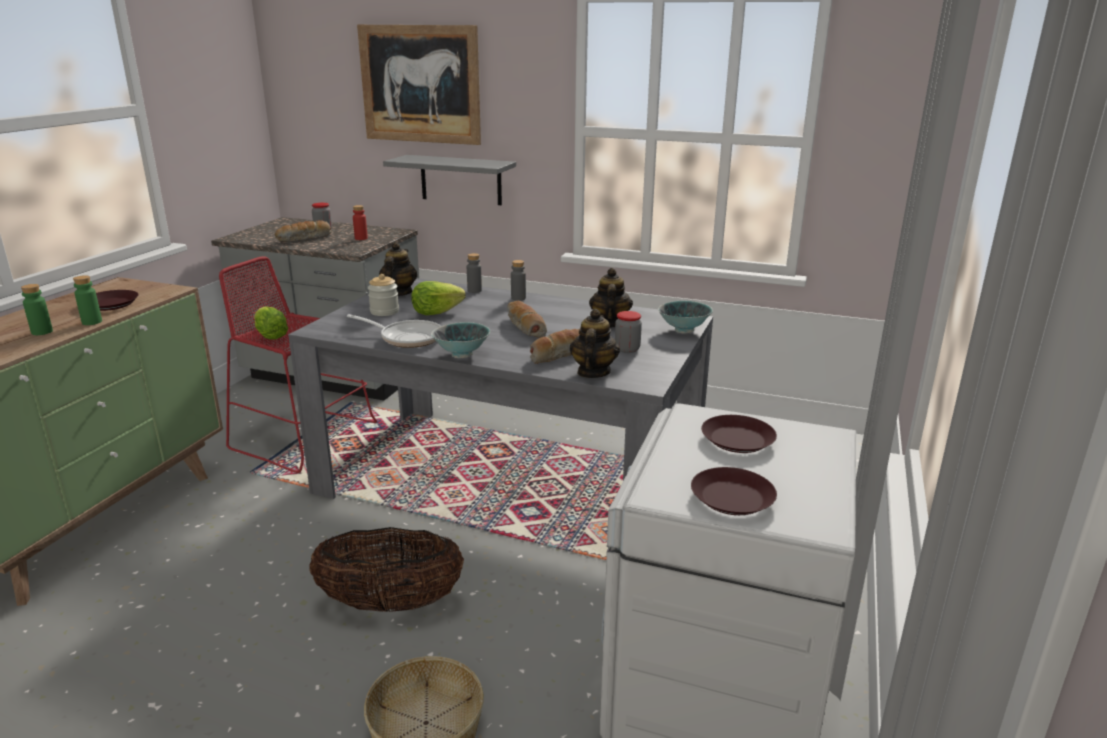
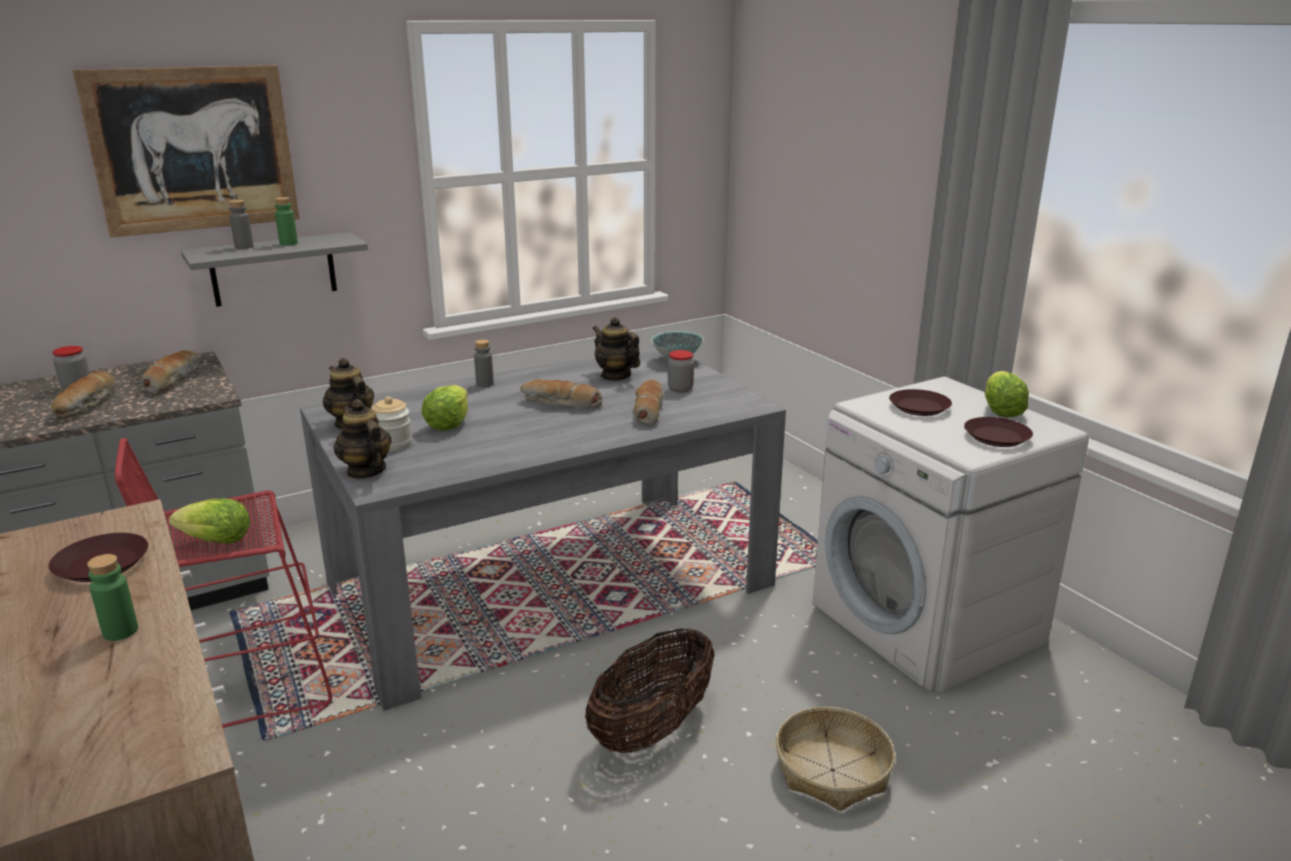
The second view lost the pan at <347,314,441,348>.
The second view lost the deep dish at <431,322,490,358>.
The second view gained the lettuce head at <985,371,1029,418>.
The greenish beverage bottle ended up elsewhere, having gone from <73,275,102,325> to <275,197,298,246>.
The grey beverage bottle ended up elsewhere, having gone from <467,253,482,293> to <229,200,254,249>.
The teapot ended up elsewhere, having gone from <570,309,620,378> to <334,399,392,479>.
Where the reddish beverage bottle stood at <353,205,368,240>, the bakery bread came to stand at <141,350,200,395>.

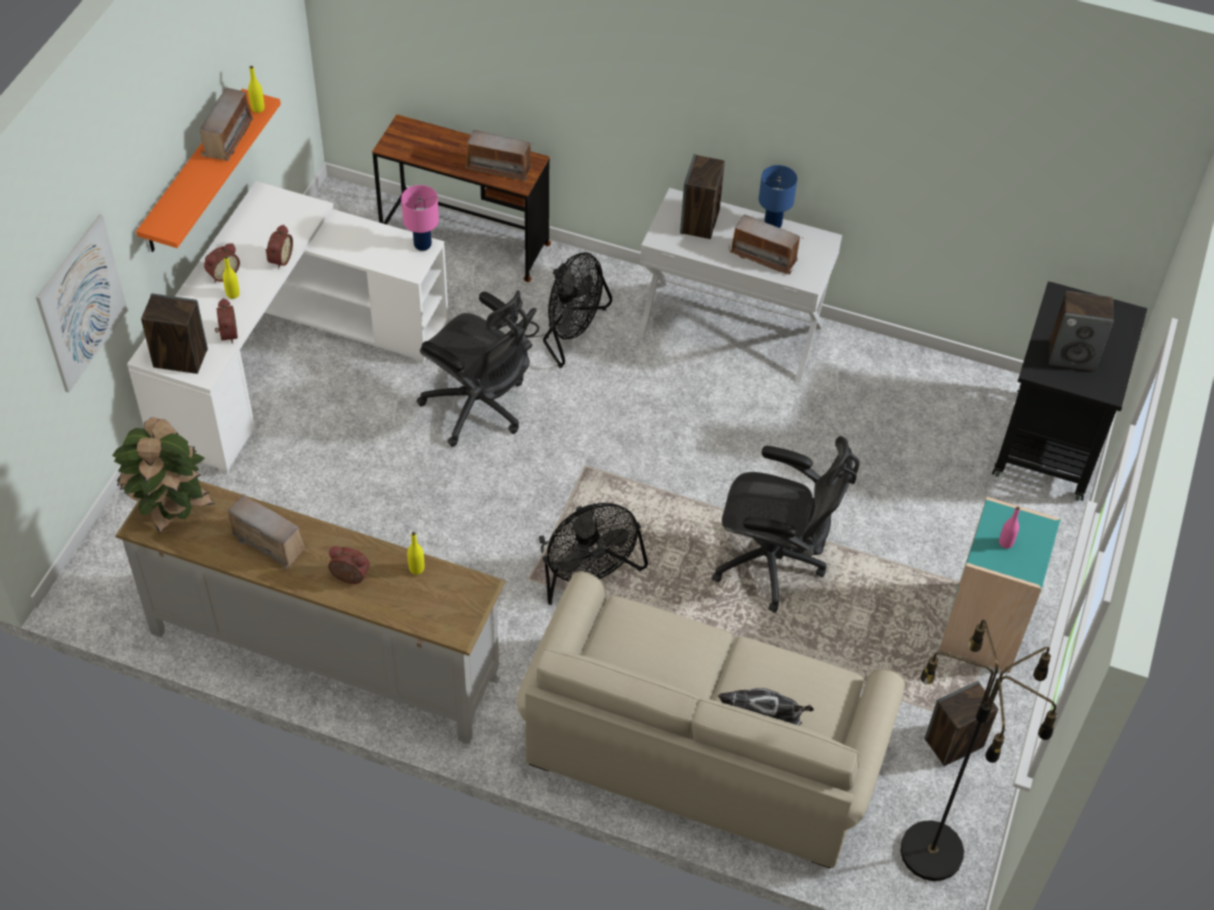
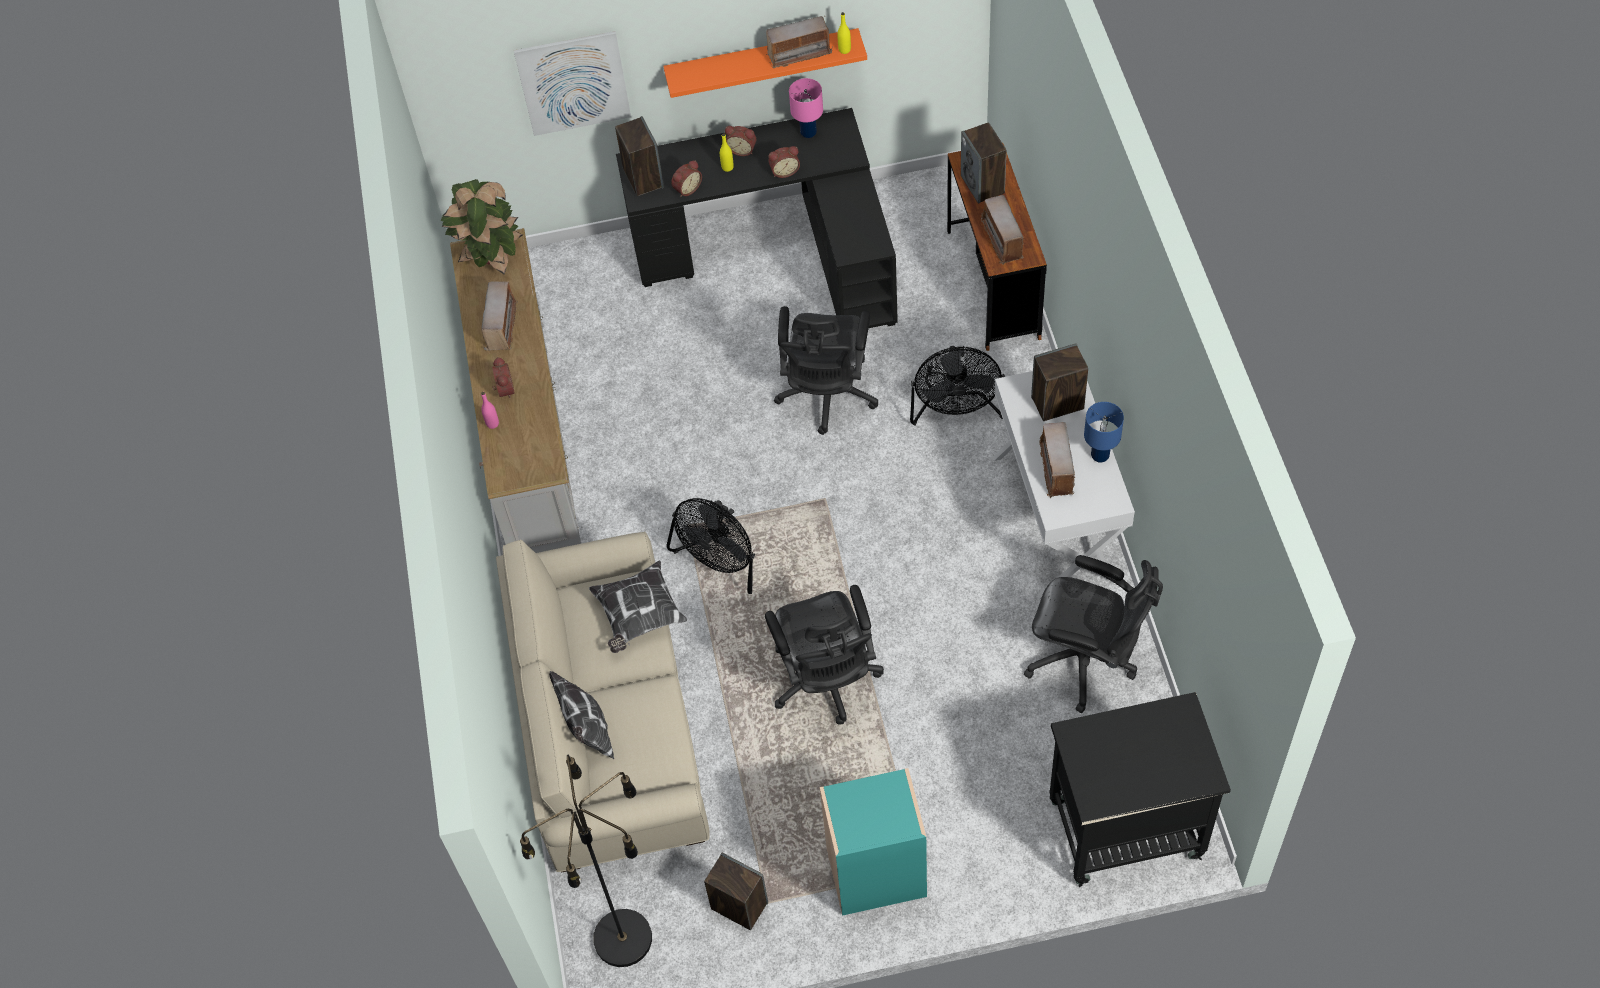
The second view lost the yellow-coloured beverage bottle at <407,532,424,575>.
The second view gained the throw pillow at <589,560,687,653>.
The second view gained the desk chair at <1024,555,1163,713>.
The pinkish tabletop lamp ended up elsewhere, having gone from <401,185,439,251> to <789,78,823,138>.
The pinkish beverage bottle ended up elsewhere, having gone from <999,507,1020,549> to <481,392,499,429>.
The loudspeaker ended up elsewhere, having gone from <1049,291,1114,371> to <961,122,1007,204>.
What was the whitish desk table at <127,181,449,473> turned into the blackish desk table at <616,108,898,328>.

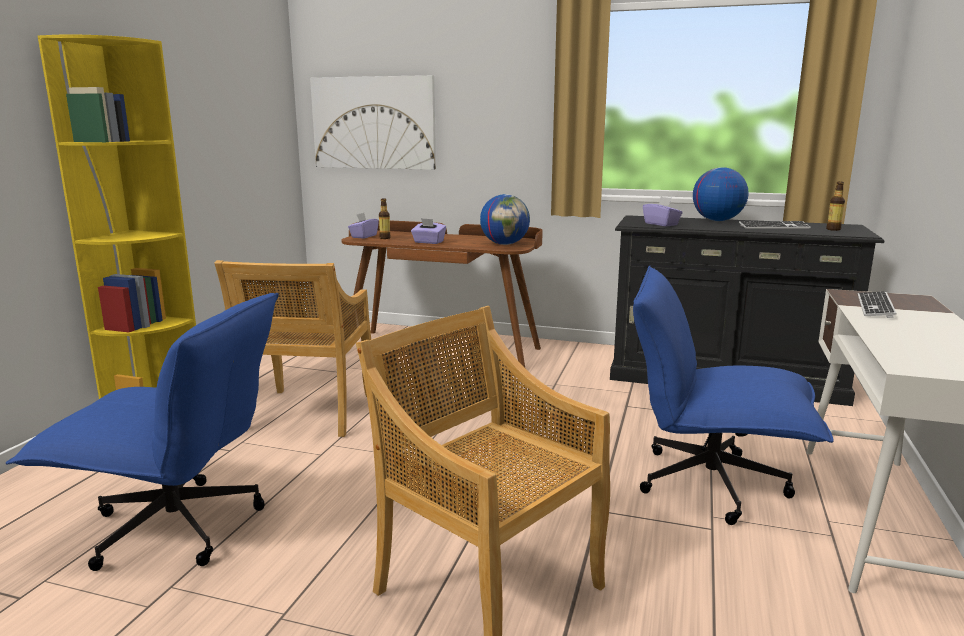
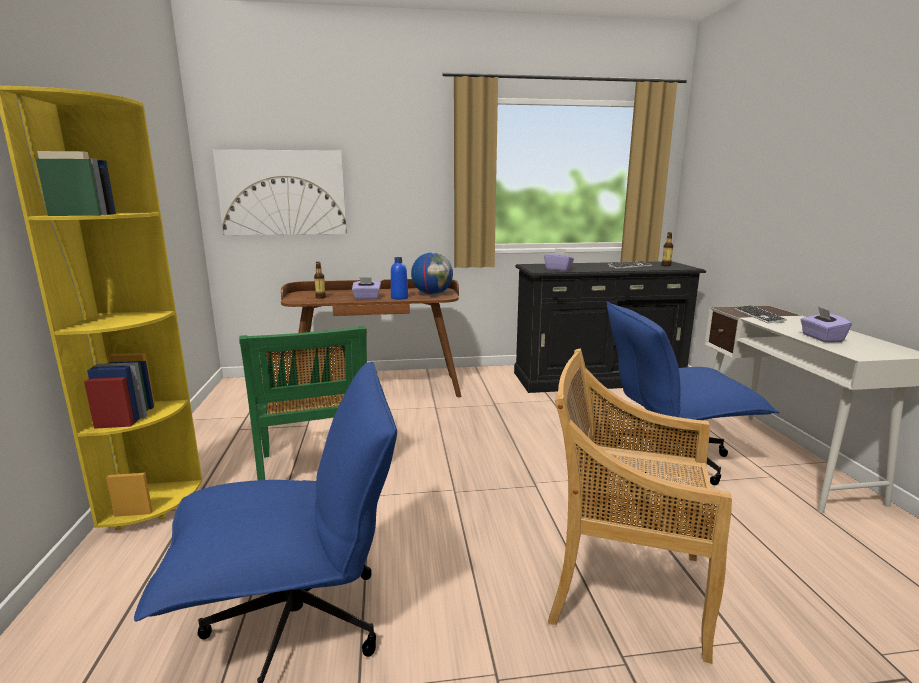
The second view lost the world globe at <693,167,749,221>.
The second view gained the blue beverage bottle at <391,257,408,300>.
The purple-coloured tissue box ended up elsewhere, having gone from <348,213,379,239> to <801,307,852,342>.
What was the beige plain chair at <214,260,371,437> turned into the greenish plain chair at <239,326,367,480>.

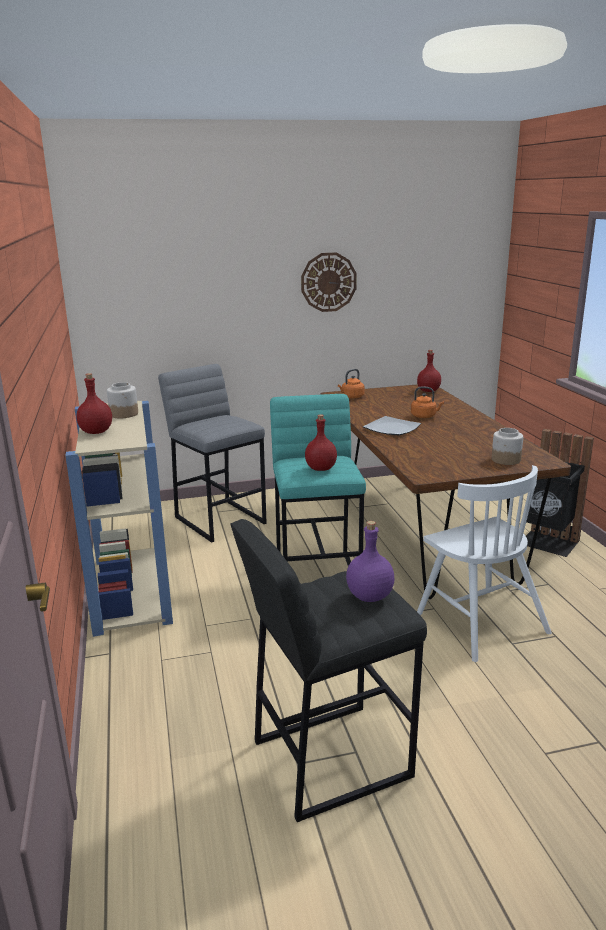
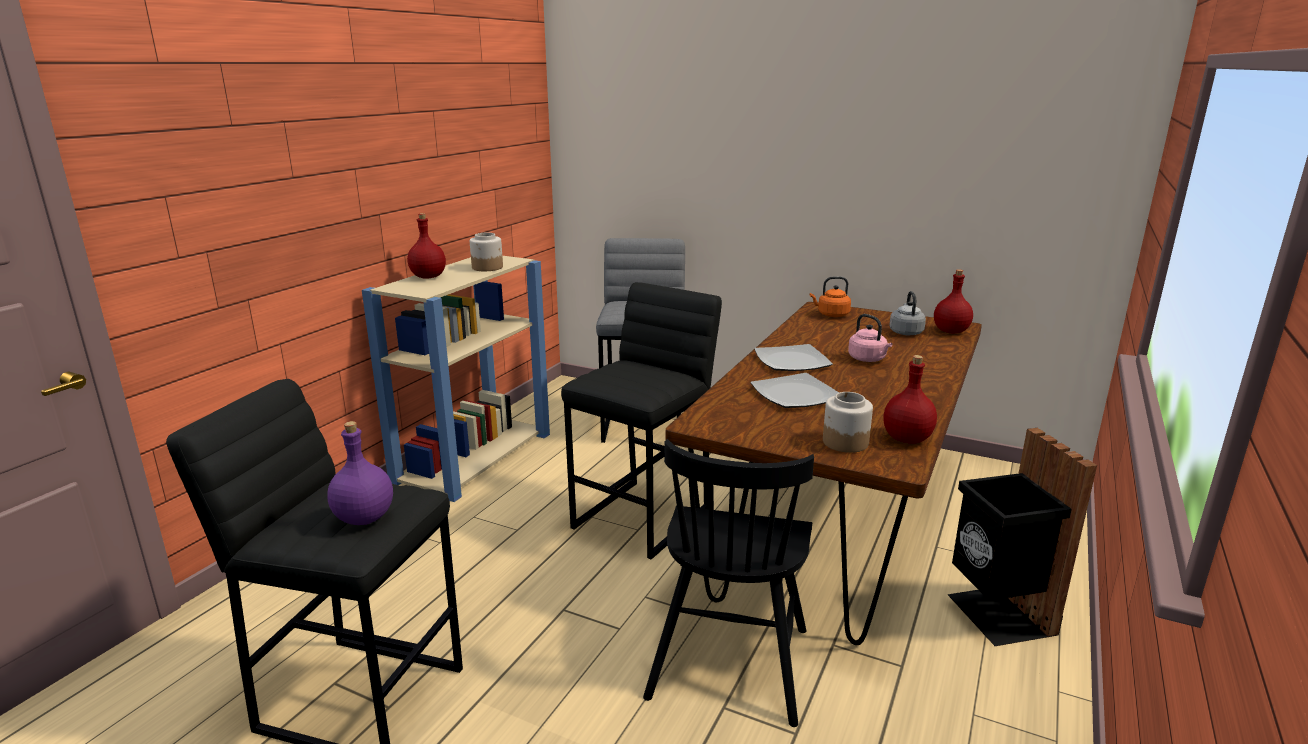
The second view lost the clock on the wall at <301,252,357,312>.
The second view gained the dinner plate at <750,373,839,408>.
The second view gained the grey water kettle at <889,291,926,335>.
The reddish beverage bottle ended up elsewhere, having gone from <305,414,337,471> to <883,355,937,444>.
What was the turquoise stool seat at <270,394,366,566> turned into the blackish stool seat at <561,282,722,560>.
What was the orange water kettle at <411,387,444,418> turned into the pinkish water kettle at <848,314,892,362>.
What was the whitish plain chair at <417,465,552,662> turned into the blackish plain chair at <643,439,814,727>.

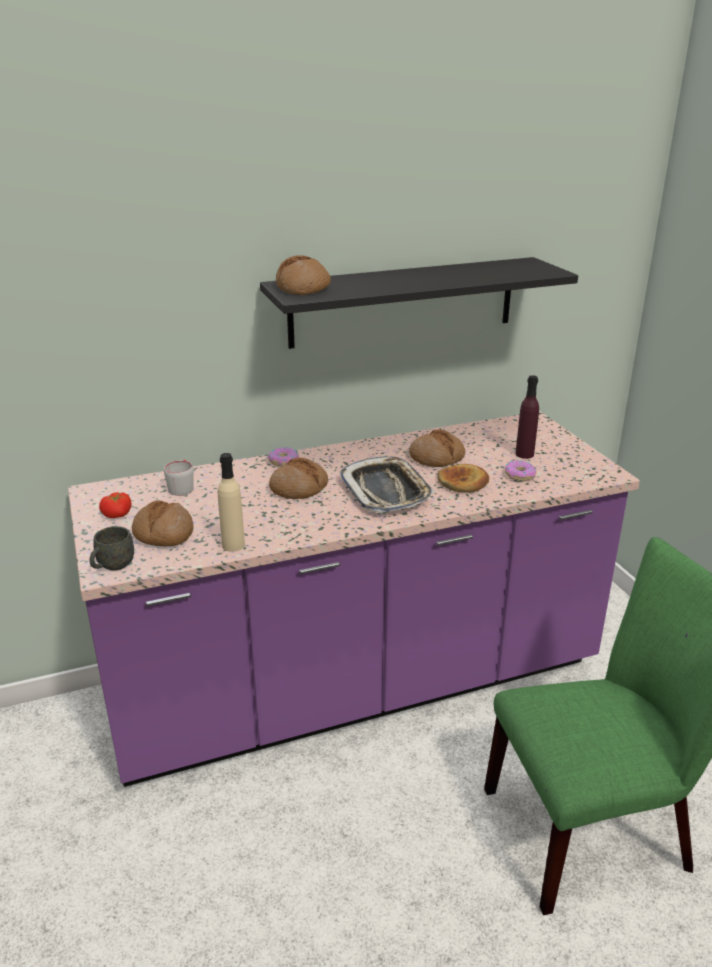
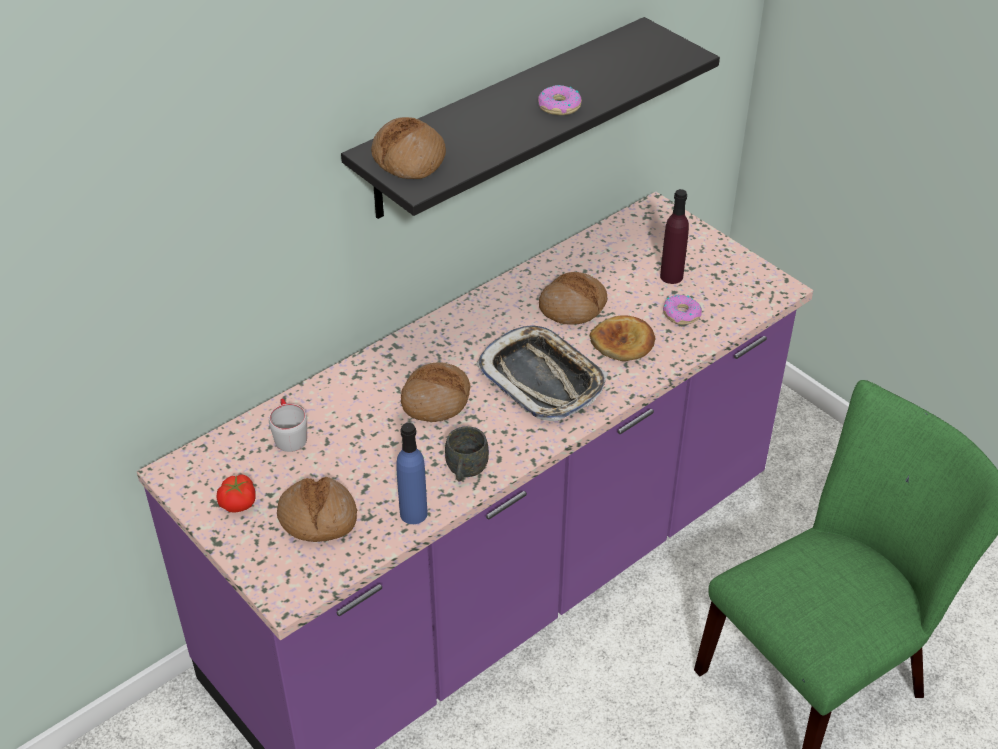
The grey tea mug ended up elsewhere, having gone from <89,526,134,571> to <445,426,489,481>.
The donut ended up elsewhere, having gone from <267,447,299,467> to <538,85,582,115>.
What was the beige beverage bottle at <218,453,245,552> turned into the blue beverage bottle at <396,423,428,524>.

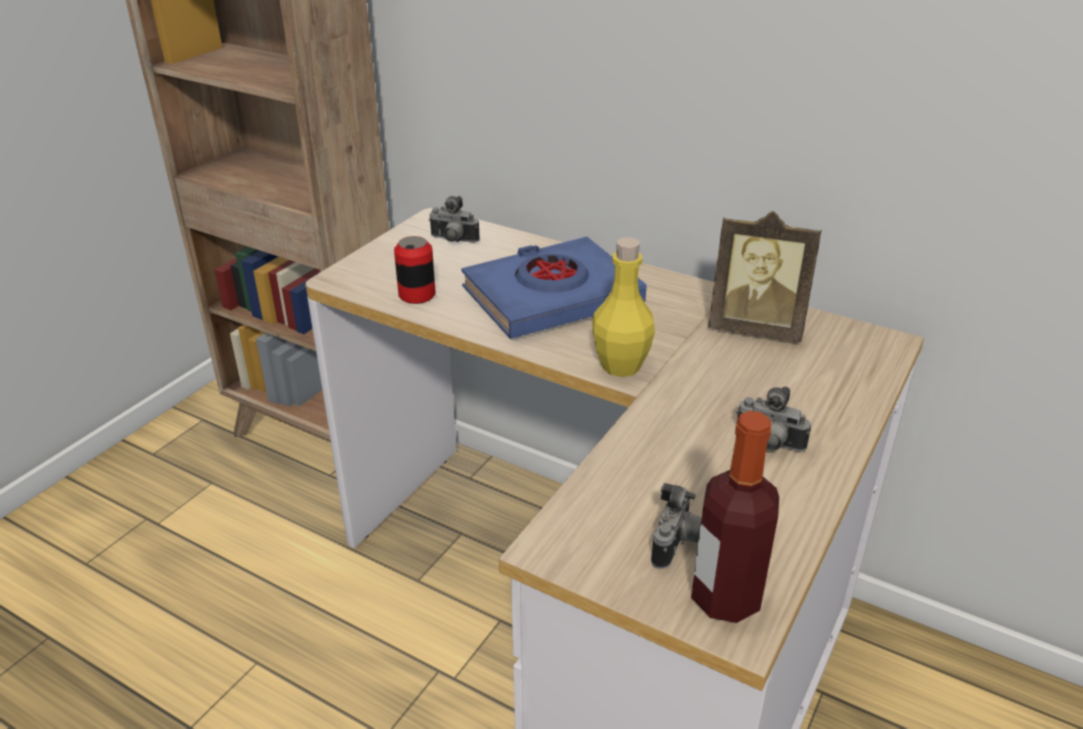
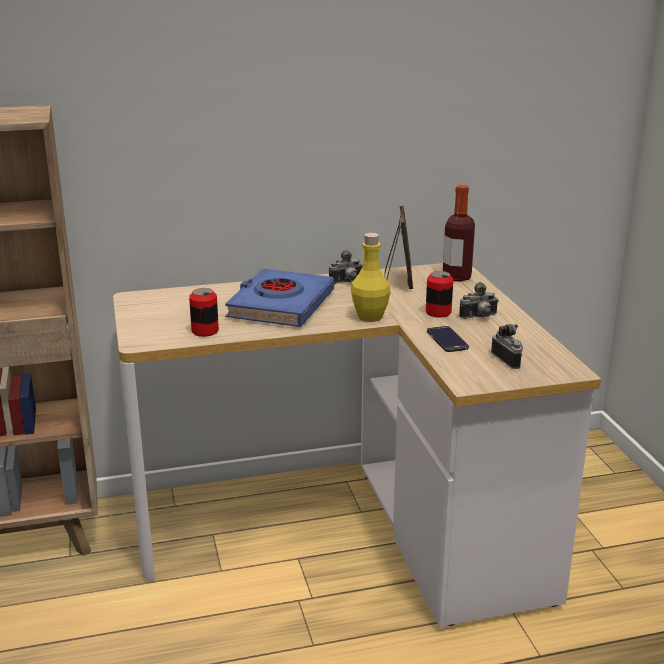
The second view gained the metal can at <426,271,453,317>.
The second view gained the telephone at <427,326,469,352>.
The still camera ended up elsewhere, having gone from <429,196,480,243> to <329,250,363,284>.
The beverage bottle ended up elsewhere, having gone from <691,411,779,623> to <443,185,475,282>.
The photo frame at <708,211,822,342> ended up facing another way, 60 degrees counterclockwise from before.

